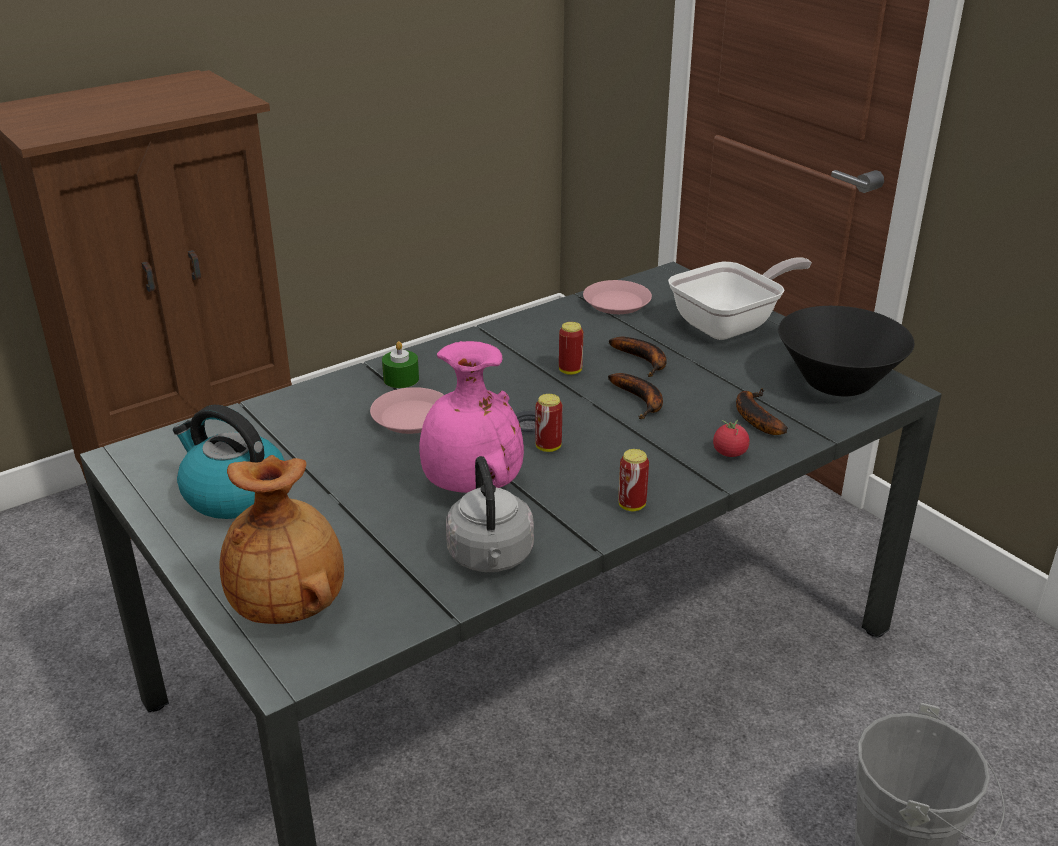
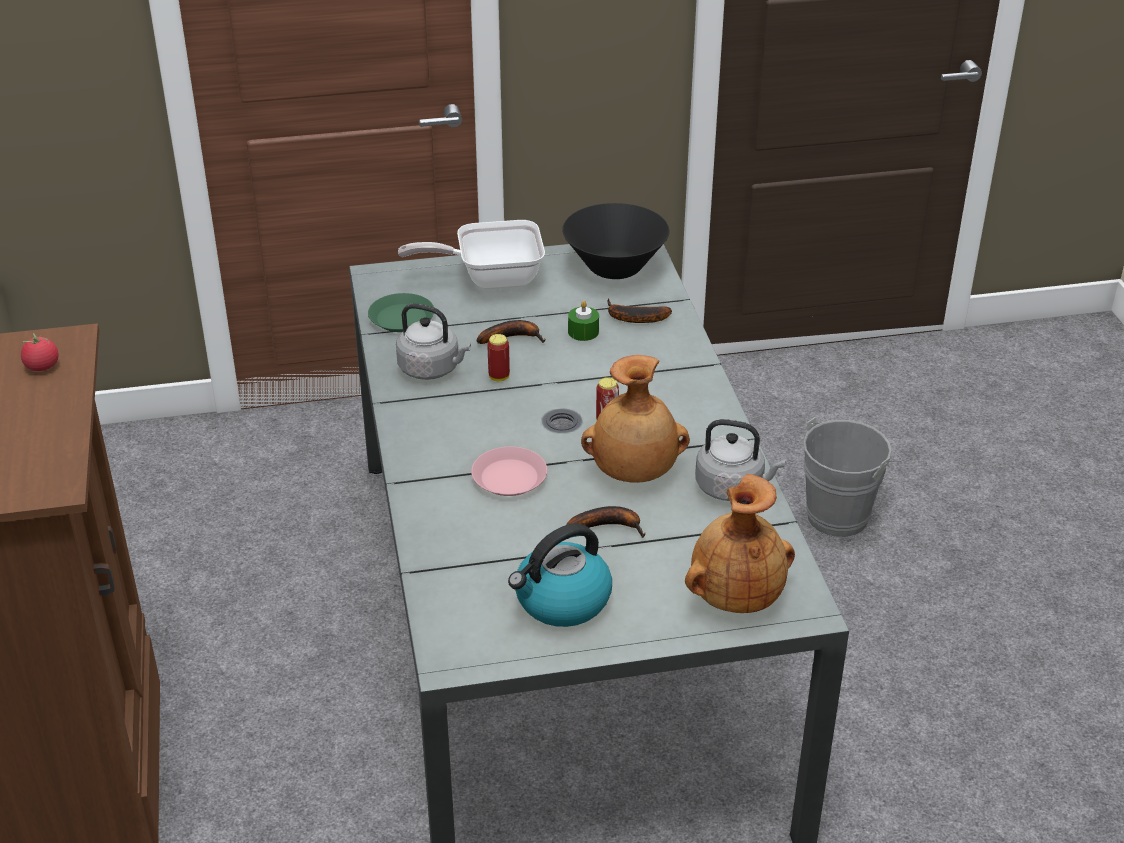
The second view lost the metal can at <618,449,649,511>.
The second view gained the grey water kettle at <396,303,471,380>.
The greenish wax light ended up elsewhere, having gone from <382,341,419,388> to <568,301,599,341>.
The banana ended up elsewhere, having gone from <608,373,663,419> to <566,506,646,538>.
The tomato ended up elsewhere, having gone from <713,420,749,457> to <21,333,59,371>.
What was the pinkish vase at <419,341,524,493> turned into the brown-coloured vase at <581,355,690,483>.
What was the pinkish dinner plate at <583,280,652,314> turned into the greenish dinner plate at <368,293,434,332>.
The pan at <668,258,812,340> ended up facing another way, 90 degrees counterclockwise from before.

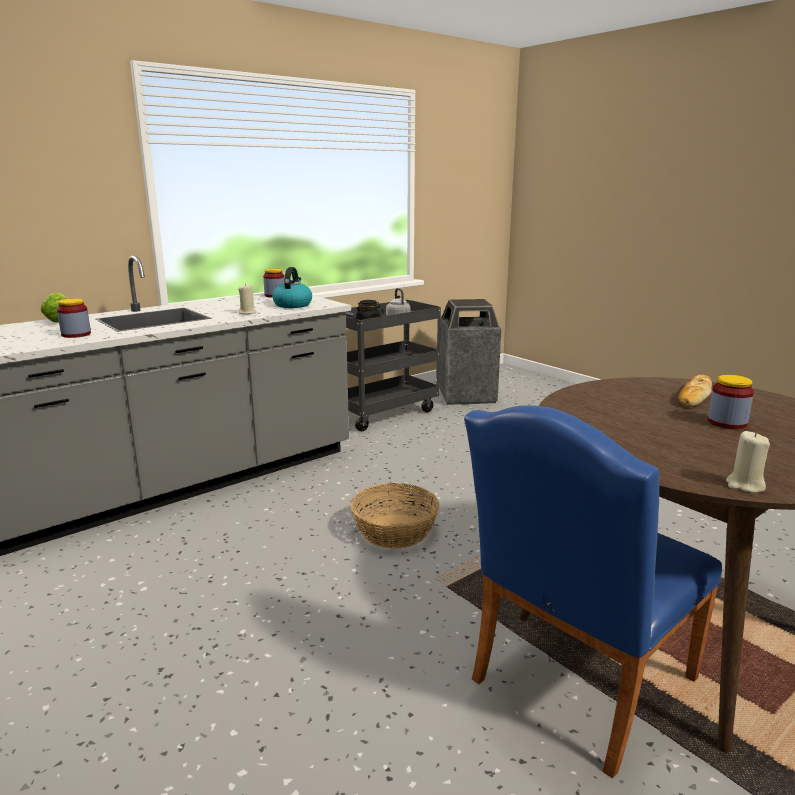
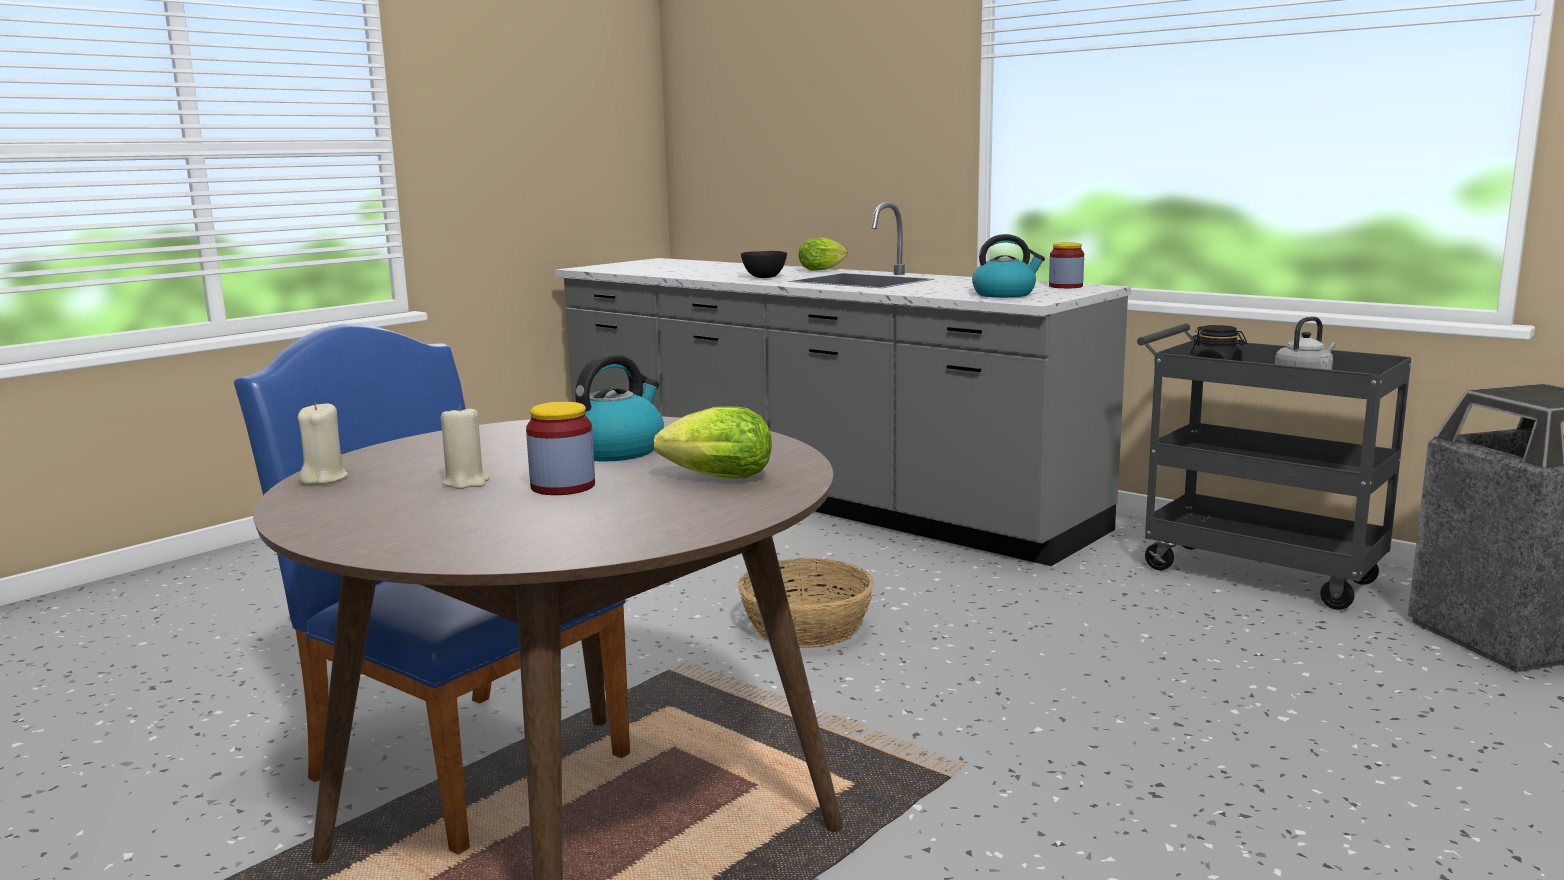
The second view gained the water kettle at <575,354,664,462>.
The beige wax light ended up elsewhere, having gone from <238,283,257,314> to <441,404,490,489>.
Where the preserve jar stood at <57,299,91,338>, the blackish deep dish came to stand at <741,251,787,278>.
Where the bakery bread stood at <678,374,712,407>, the lettuce head came to stand at <654,406,772,479>.

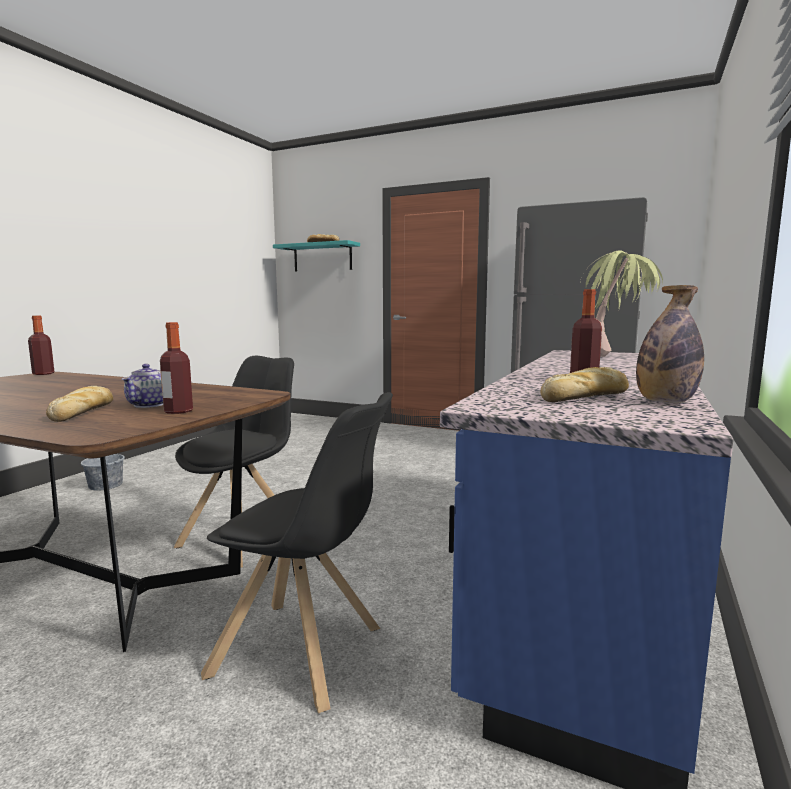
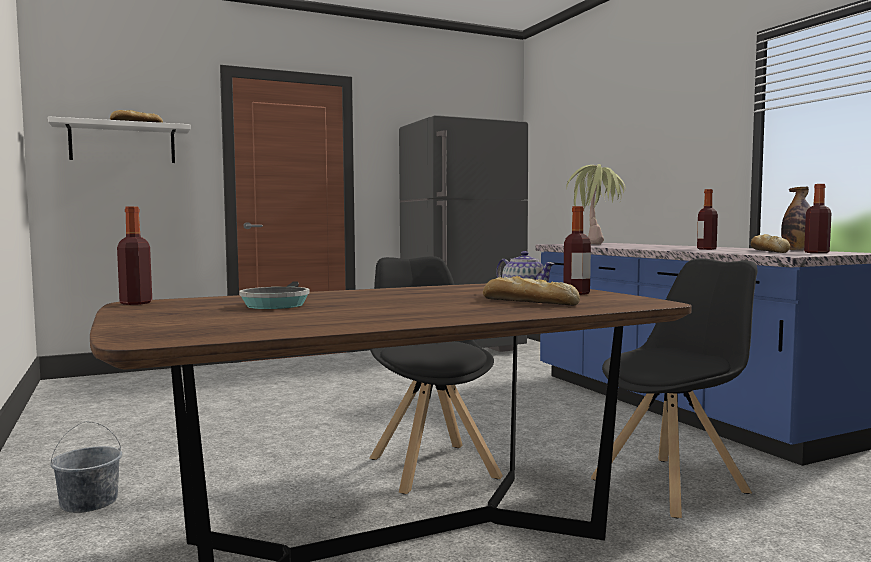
The second view gained the pan at <239,282,310,309>.
The second view gained the beverage bottle at <804,184,831,253>.
What was the turquoise wall shelf at <273,240,360,271> turned into the whitish wall shelf at <48,116,191,163>.

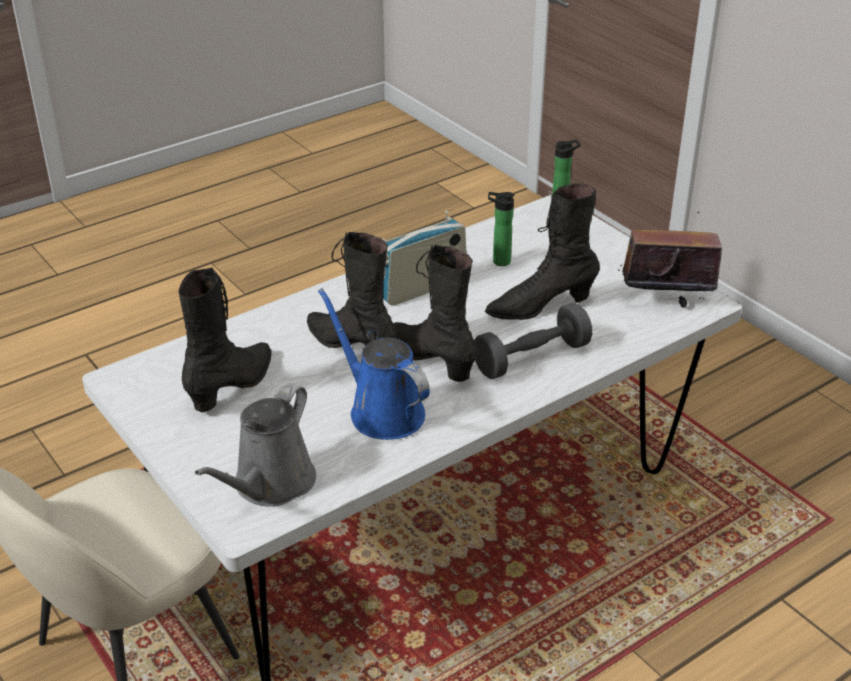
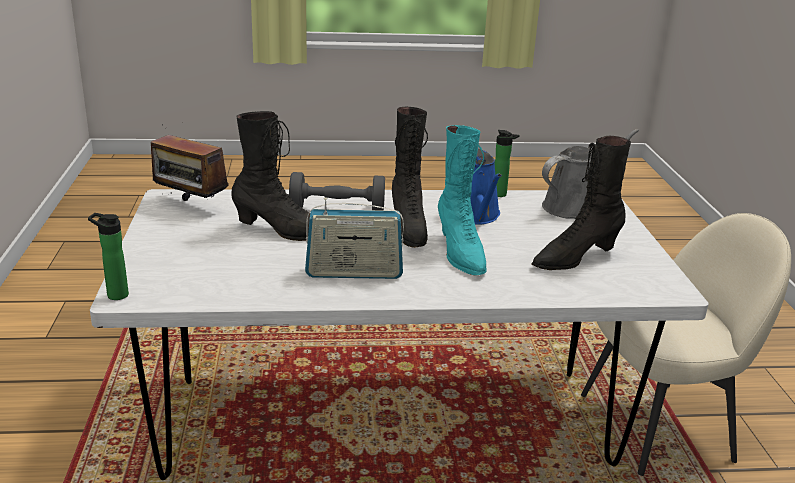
The beverage bottle ended up elsewhere, having gone from <488,192,515,266> to <495,130,520,197>.
What was the blackish tall boot at <307,232,397,348> turned into the turquoise tall boot at <438,125,487,276>.

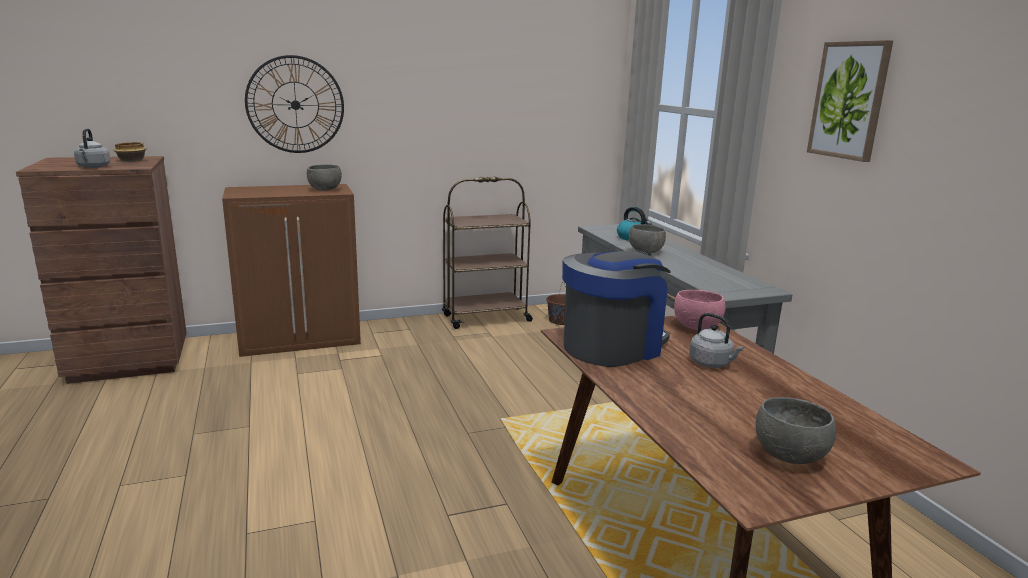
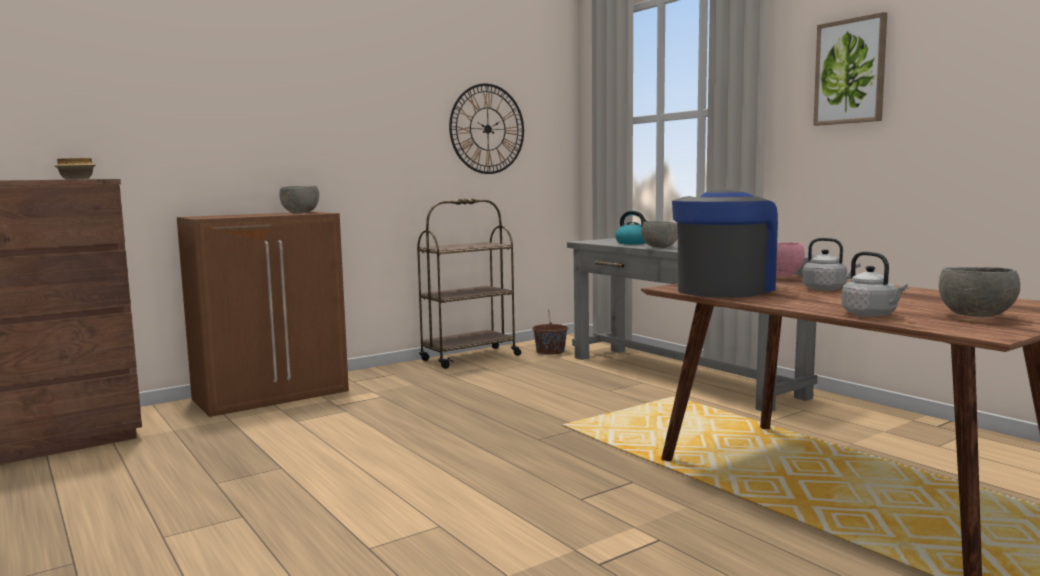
The grey water kettle ended up elsewhere, having gone from <74,128,111,168> to <841,252,908,317>.
The clock on the wall ended up elsewhere, having gone from <245,55,344,153> to <449,84,524,174>.

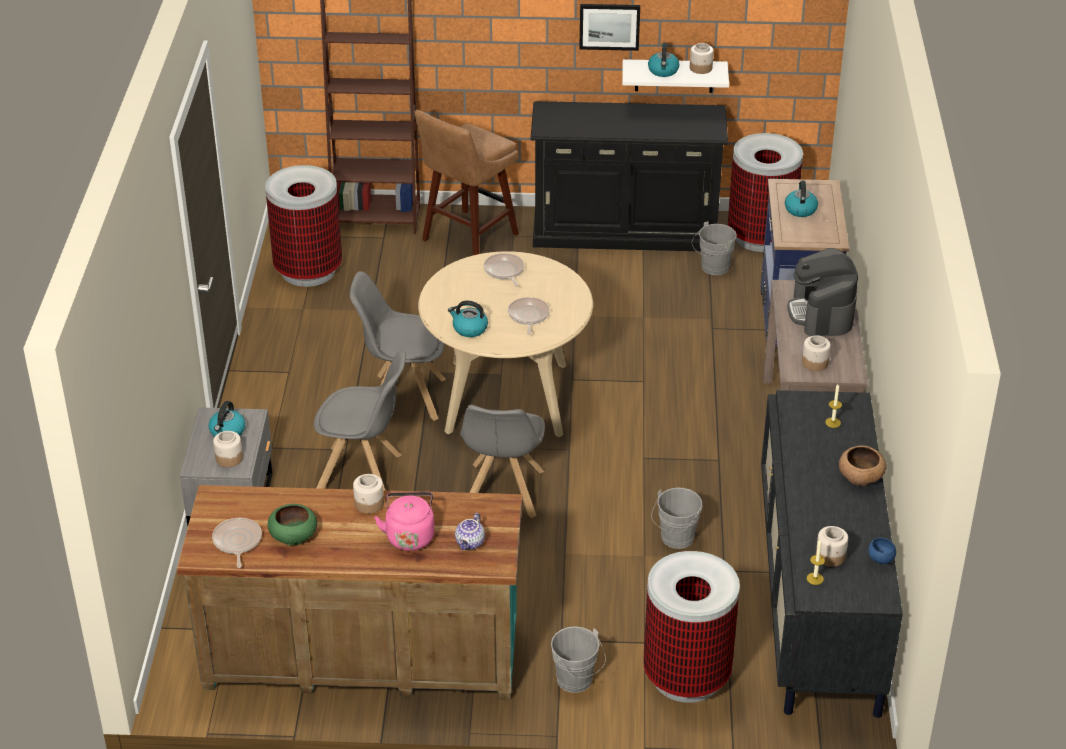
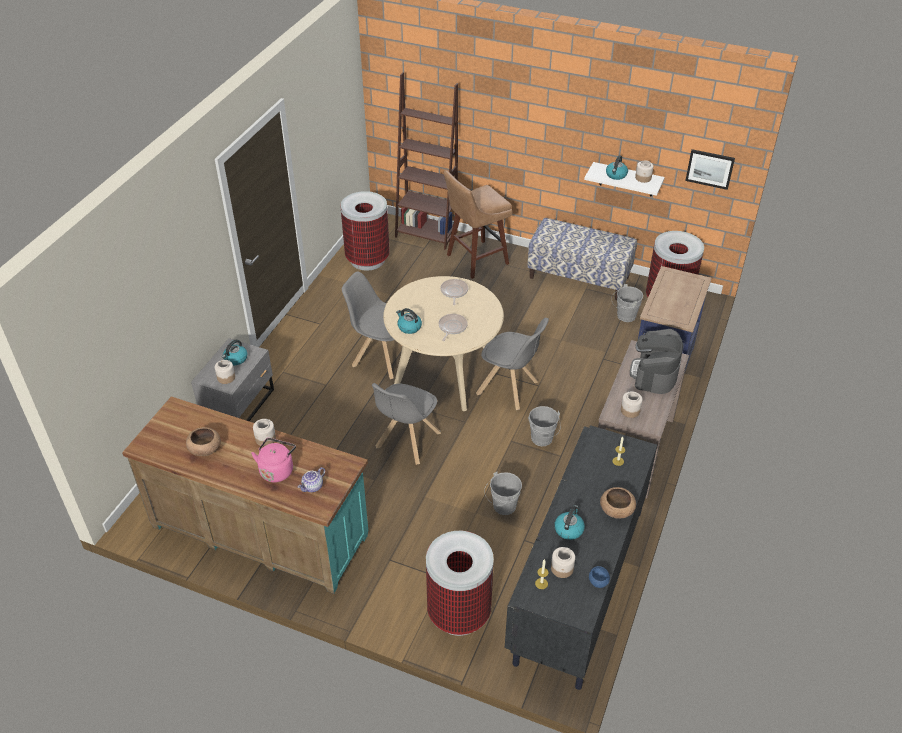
The second view lost the pan at <212,518,262,568>.
The grey plain chair ended up elsewhere, having gone from <314,351,406,490> to <476,318,549,410>.
The grey pail ended up elsewhere, having gone from <551,626,606,693> to <528,406,560,446>.
The wall art ended up elsewhere, having gone from <579,4,640,51> to <685,149,735,190>.
The water kettle ended up elsewhere, having gone from <785,181,818,217> to <554,505,585,540>.
Where the blackish storage cabinet stood at <531,101,728,251>, the bench came to stand at <527,218,637,300>.
What was the greenish deep dish at <268,504,317,546> turned into the brown-coloured deep dish at <186,427,221,456>.

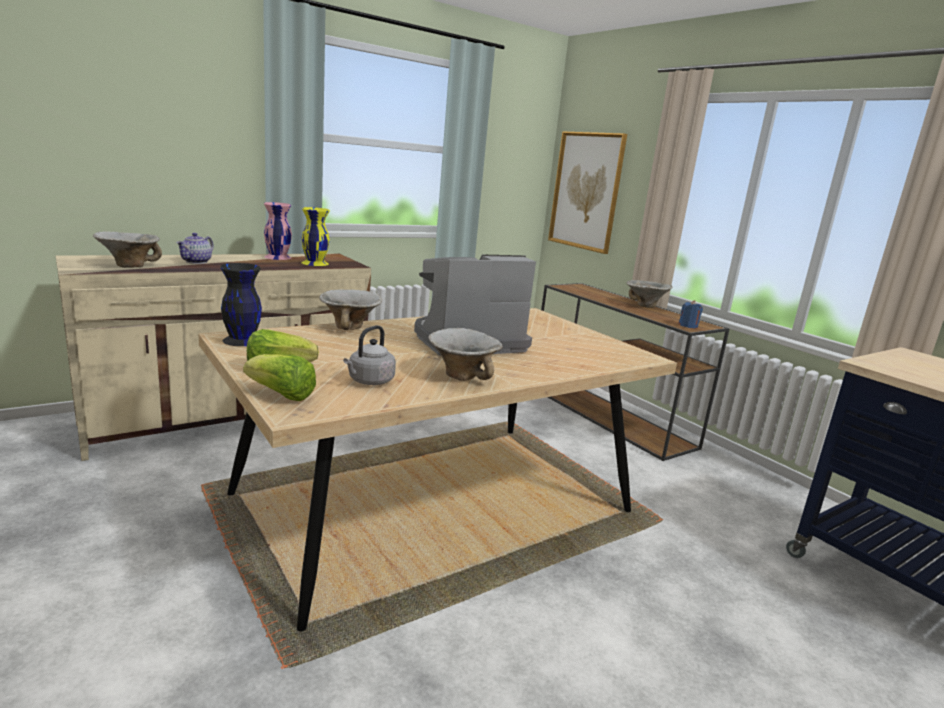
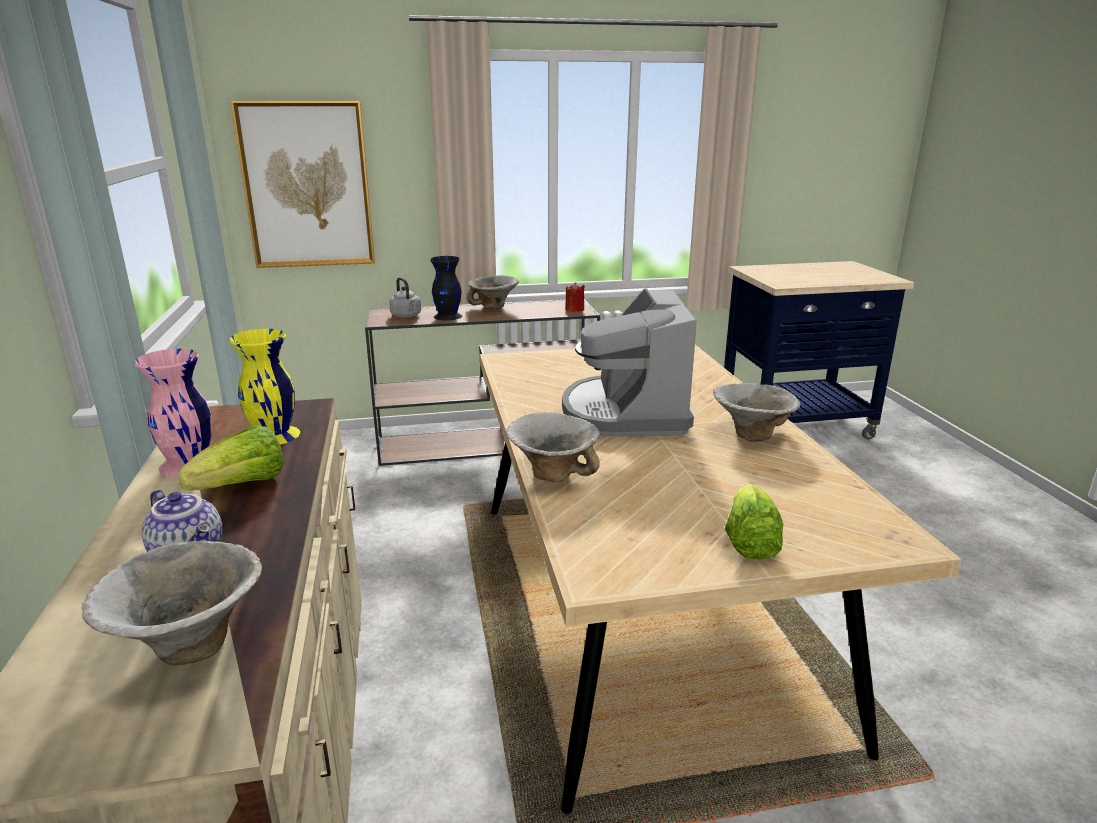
The blackish vase ended up elsewhere, having gone from <220,263,262,346> to <430,256,462,320>.
The lettuce head ended up elsewhere, having gone from <243,354,316,401> to <178,426,284,491>.
The grey water kettle ended up elsewhere, having gone from <343,325,396,385> to <389,277,421,318>.
What was the blue wax light at <679,300,703,328> turned into the reddish wax light at <565,282,585,312>.

